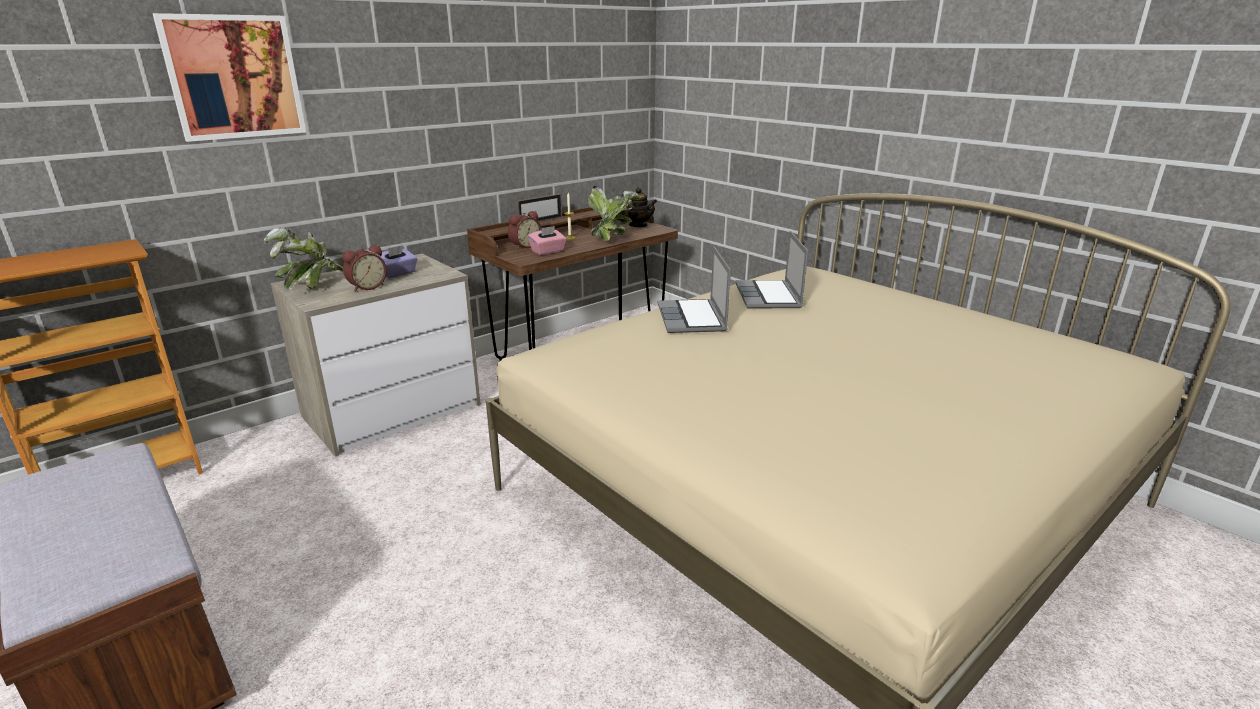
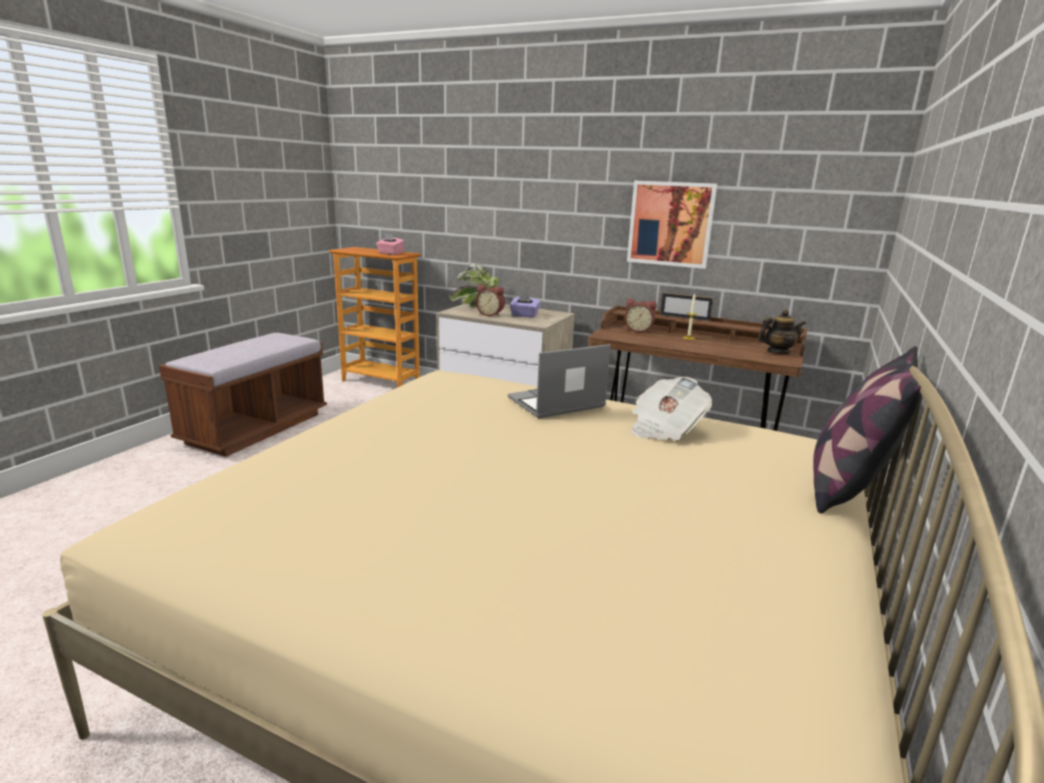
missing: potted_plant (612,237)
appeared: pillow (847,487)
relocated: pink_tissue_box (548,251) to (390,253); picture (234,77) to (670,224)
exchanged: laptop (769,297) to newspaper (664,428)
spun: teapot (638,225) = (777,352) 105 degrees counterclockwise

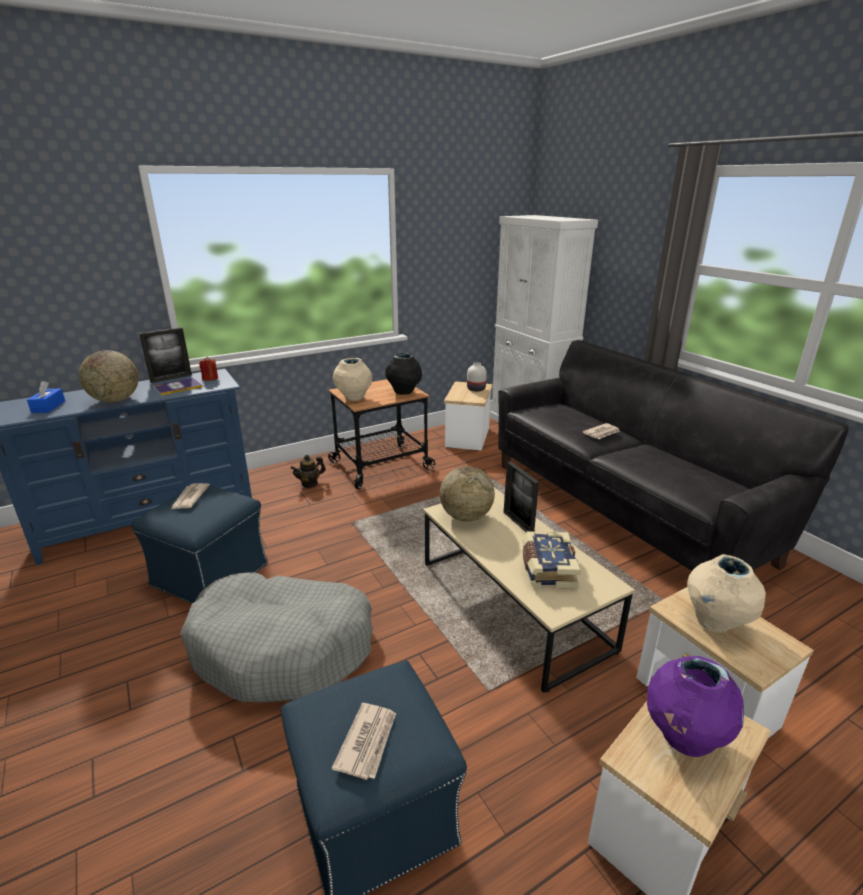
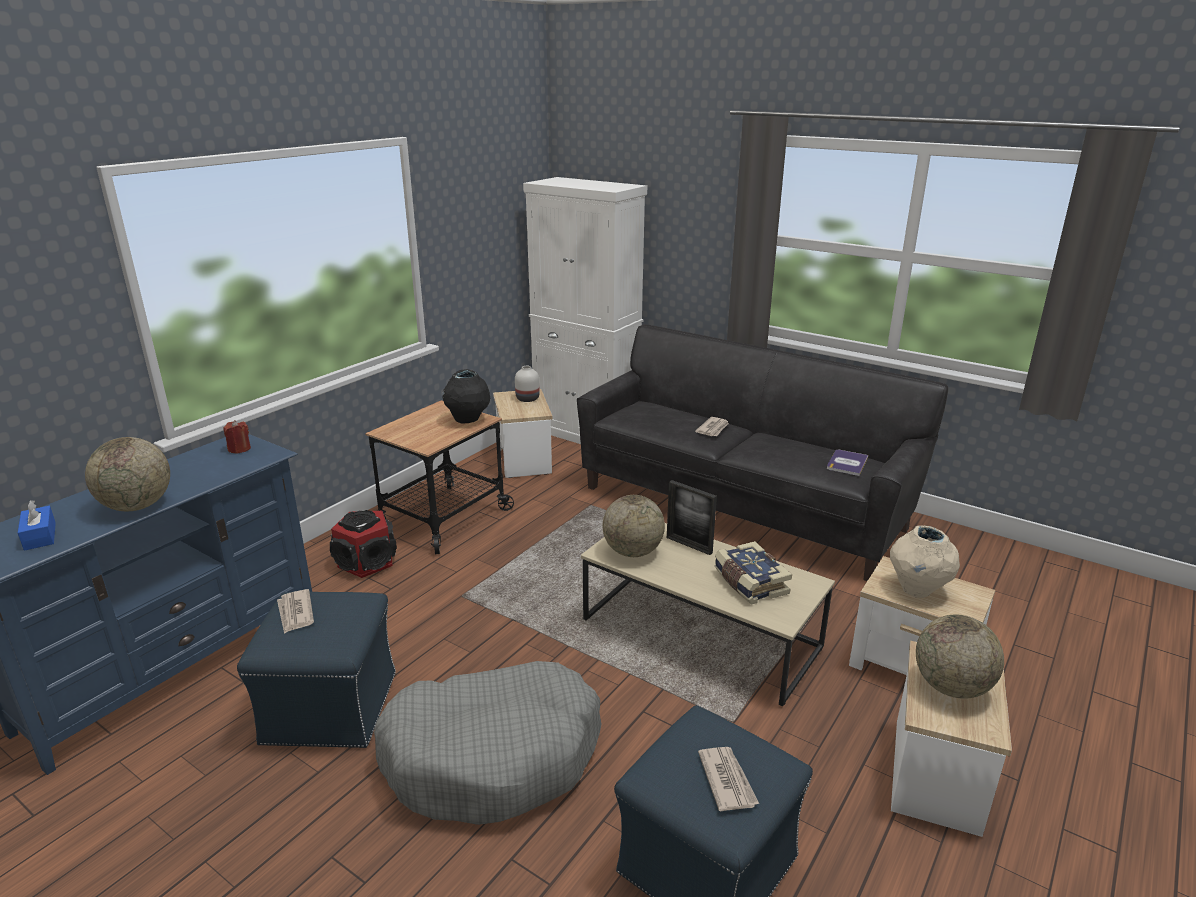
missing: picture_frame (171,378); beige_vase (354,398)
relocated: book (178,387) to (847,463)
exchanged: teapot (309,483) to speaker (367,562); purple_vase (683,738) to globe (951,687)

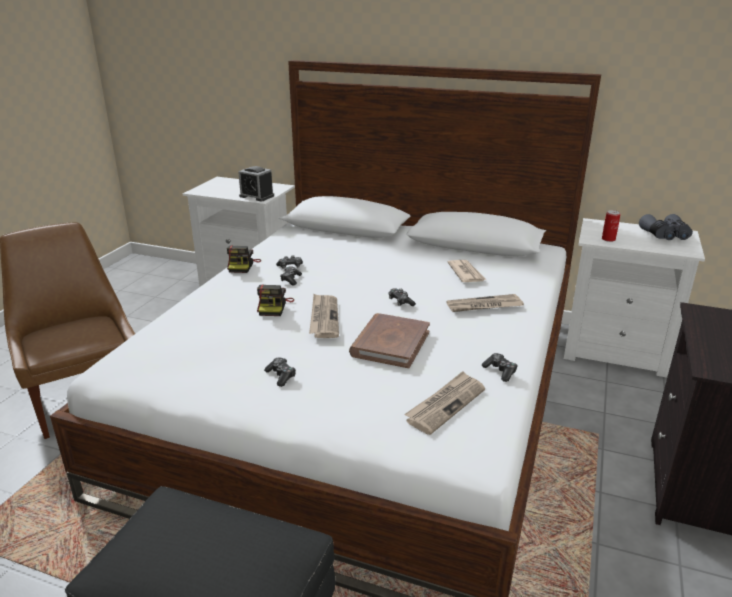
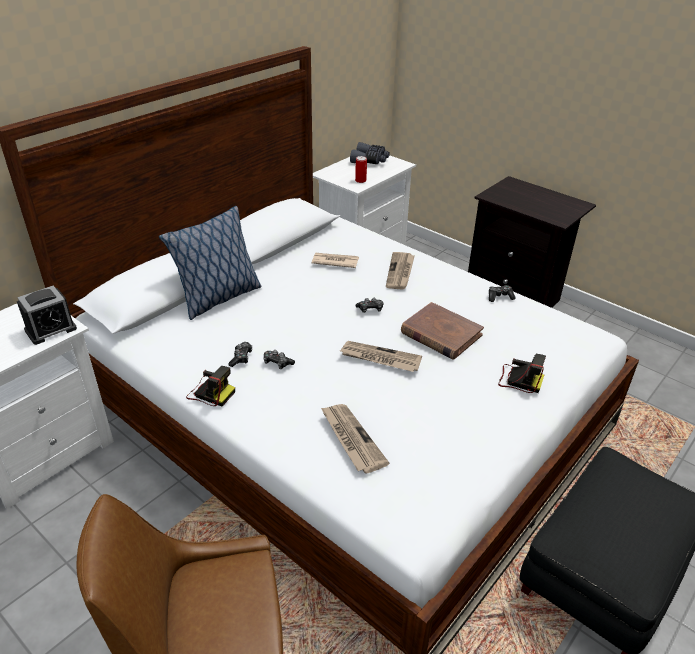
missing: game_controller (281,376)
appeared: pillow (218,298)
relocated: newspaper (445,404) to (351,439); photo_camera (274,307) to (519,380)

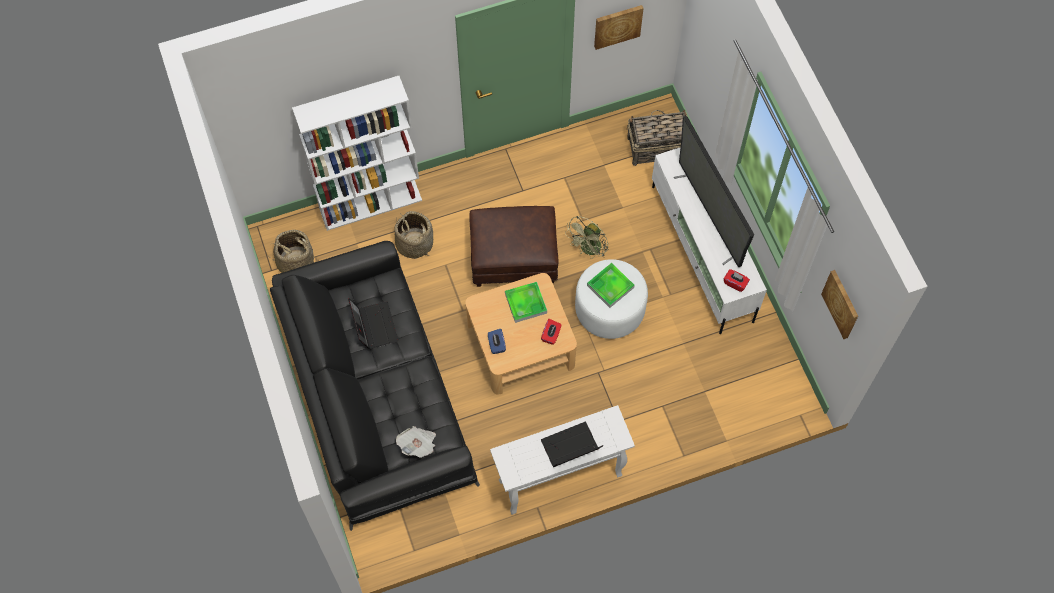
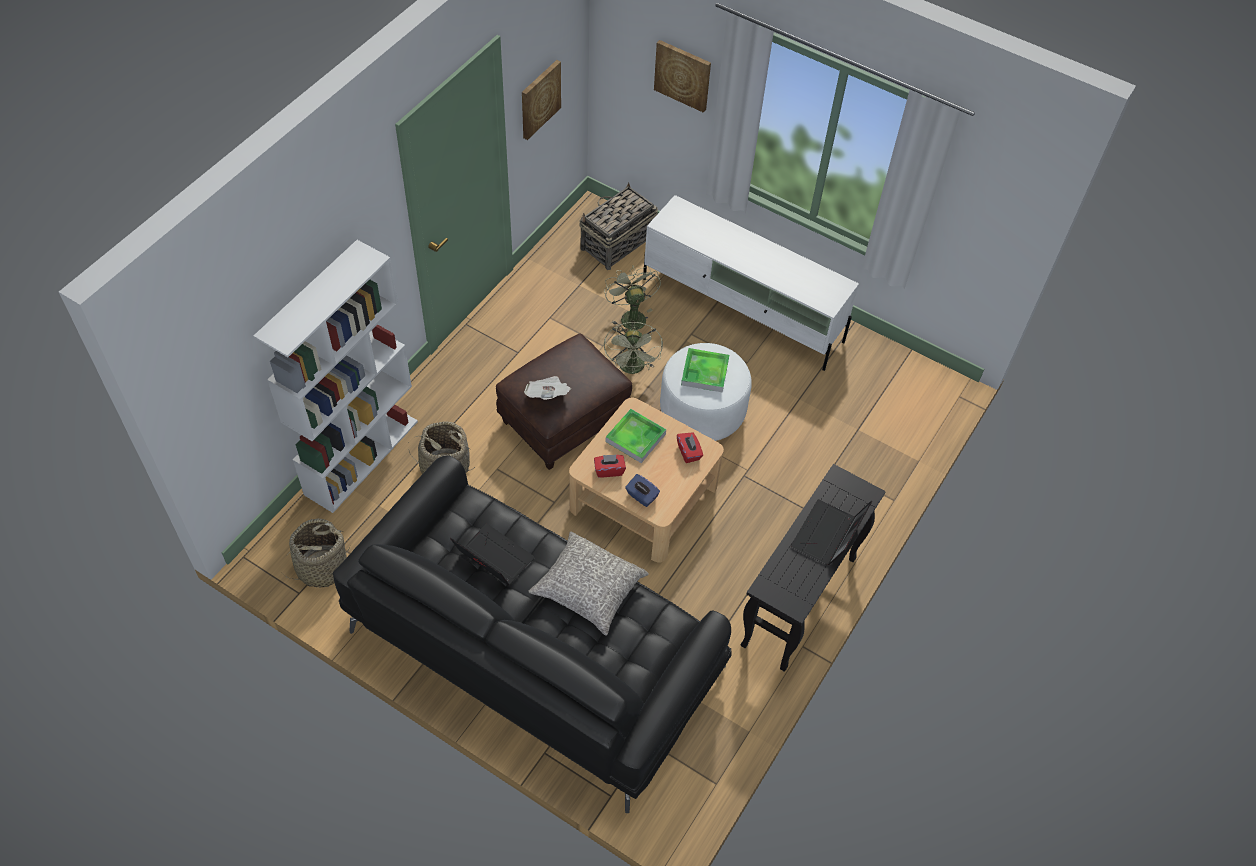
missing: television (709,215)
appeared: grey_pillow (588,589); green_fan (630,316)
relocated: newspaper (418,445) to (547,395); red_tissue_box (735,283) to (609,470); picture (841,304) to (683,75)
colour: white_console_table (559,479) to black_console_table (799,602)

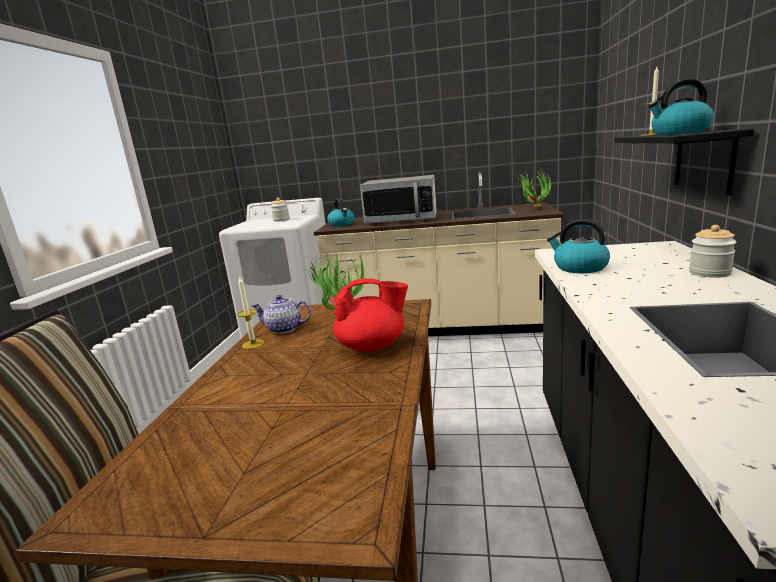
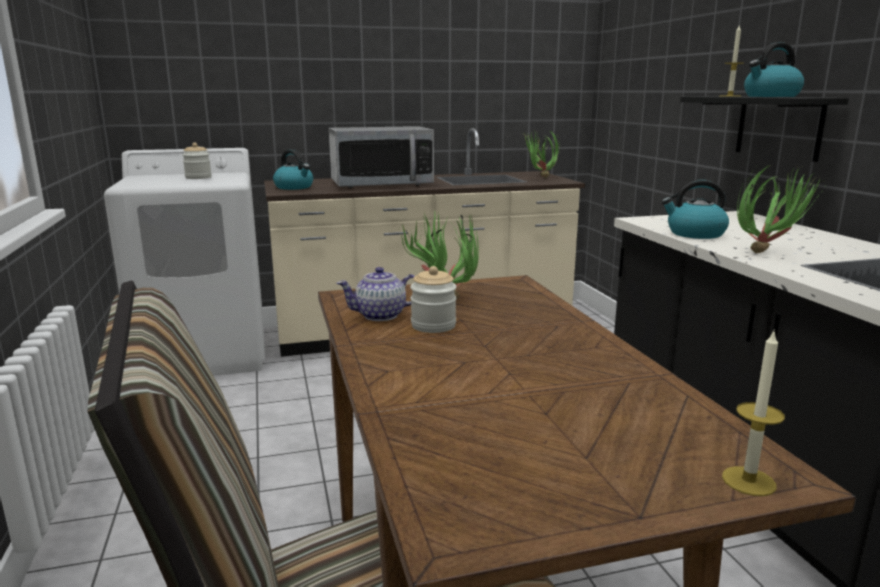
missing: red_teapot (373,346)
appeared: potted_plant (768,253)
relocated: jar (709,273) to (433,325); candle (253,344) to (748,481)

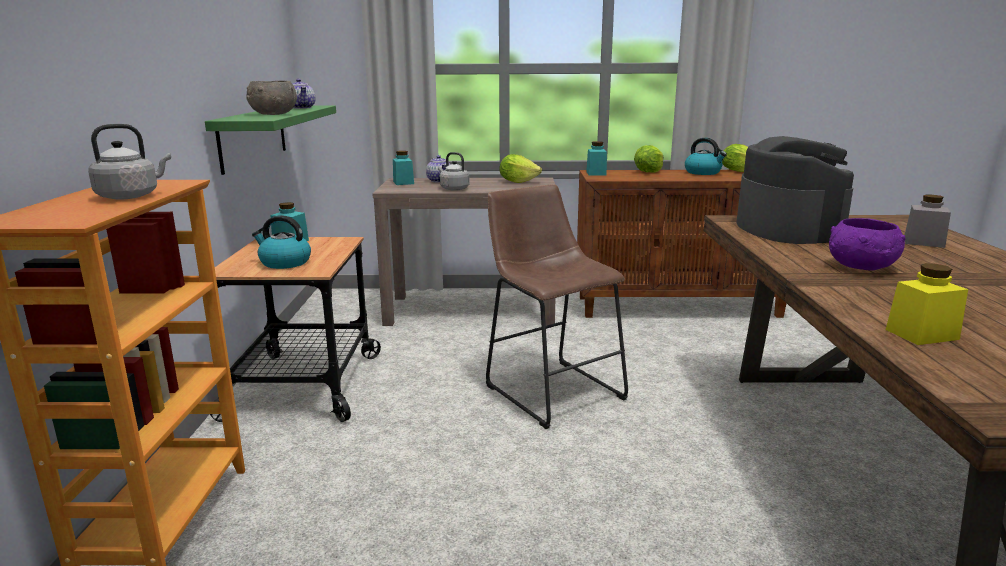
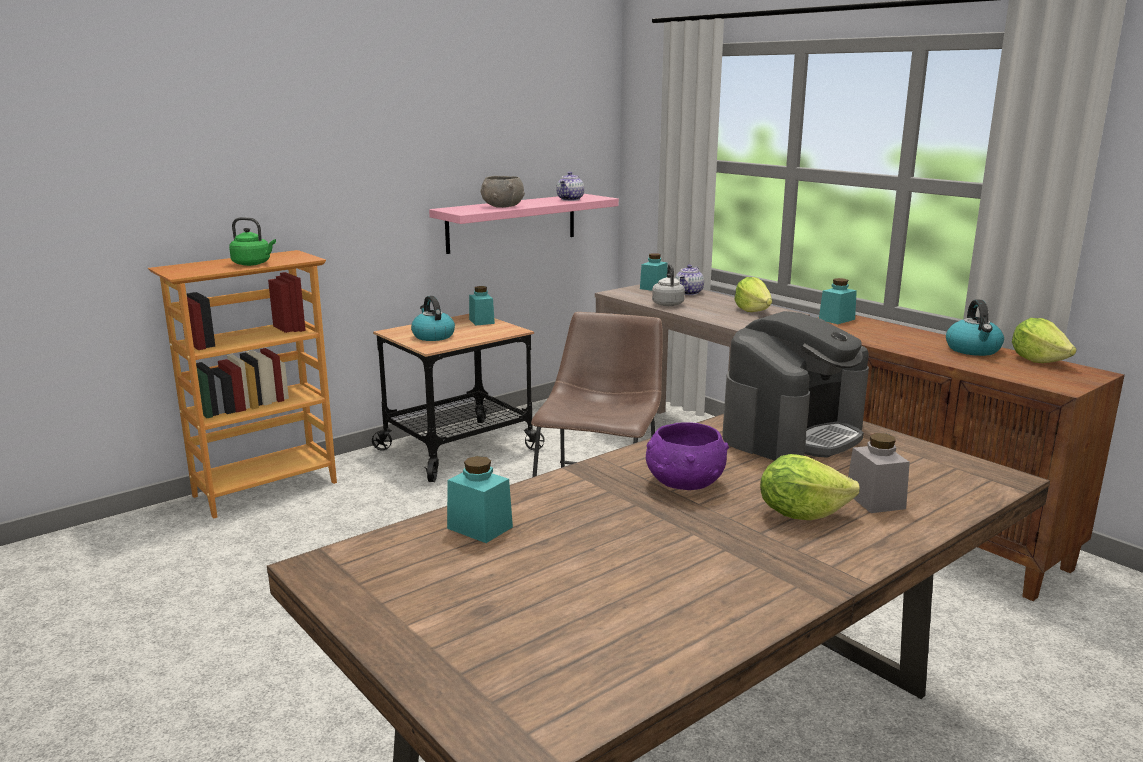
relocated: lettuce (648,172) to (801,514)
colour: grey_kettle (131,196) to green_kettle (253,264); green_shelf (253,136) to pink_shelf (512,223); yellow_jar (921,334) to turquoise_jar (480,527)

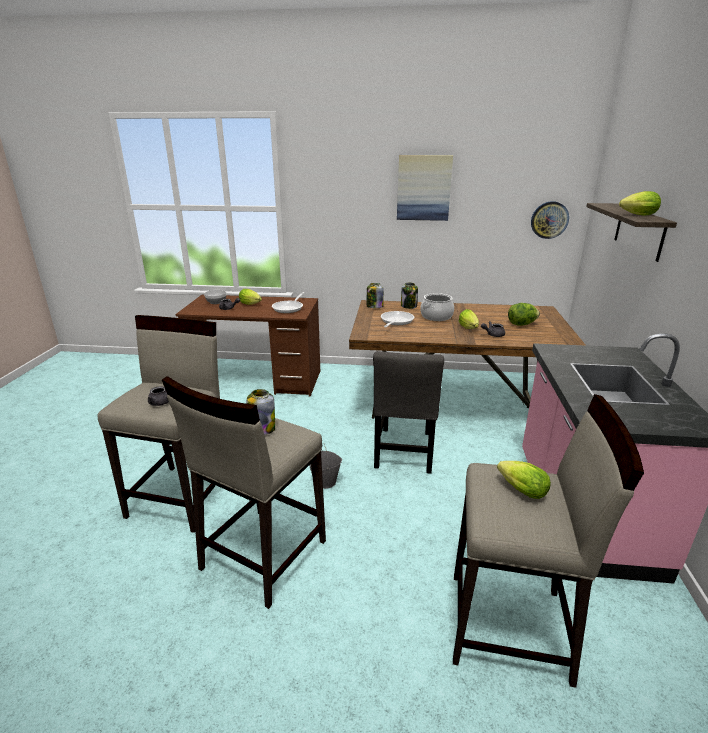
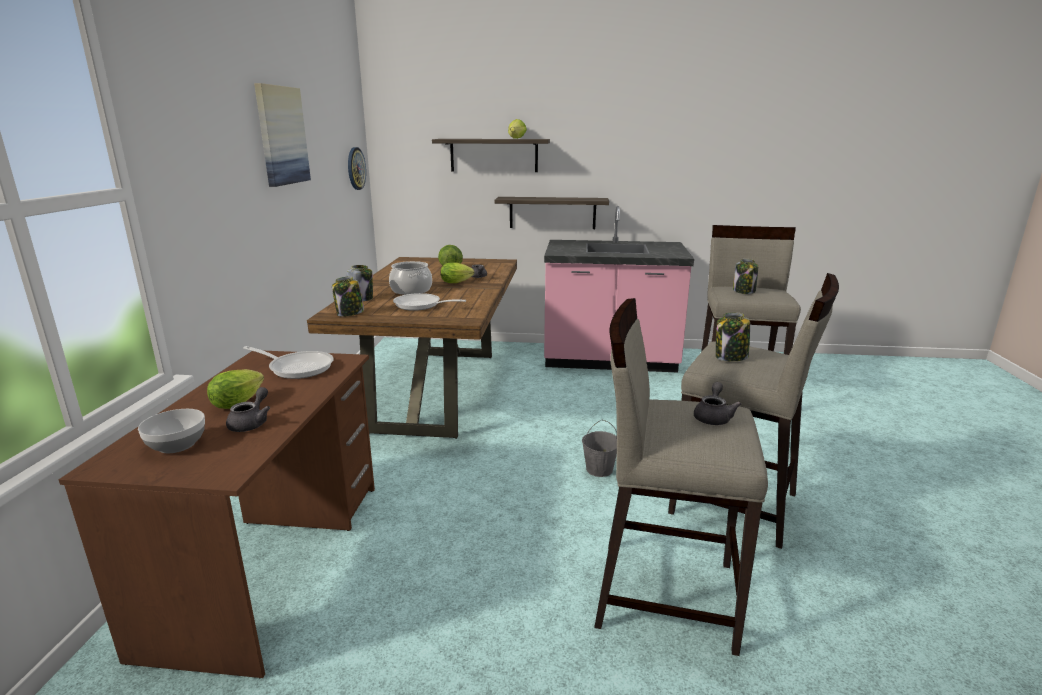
missing: grey_chair (404,452)
appeared: shelf (552,213)
exchanged: lettuce (519,489) to jar (744,291)

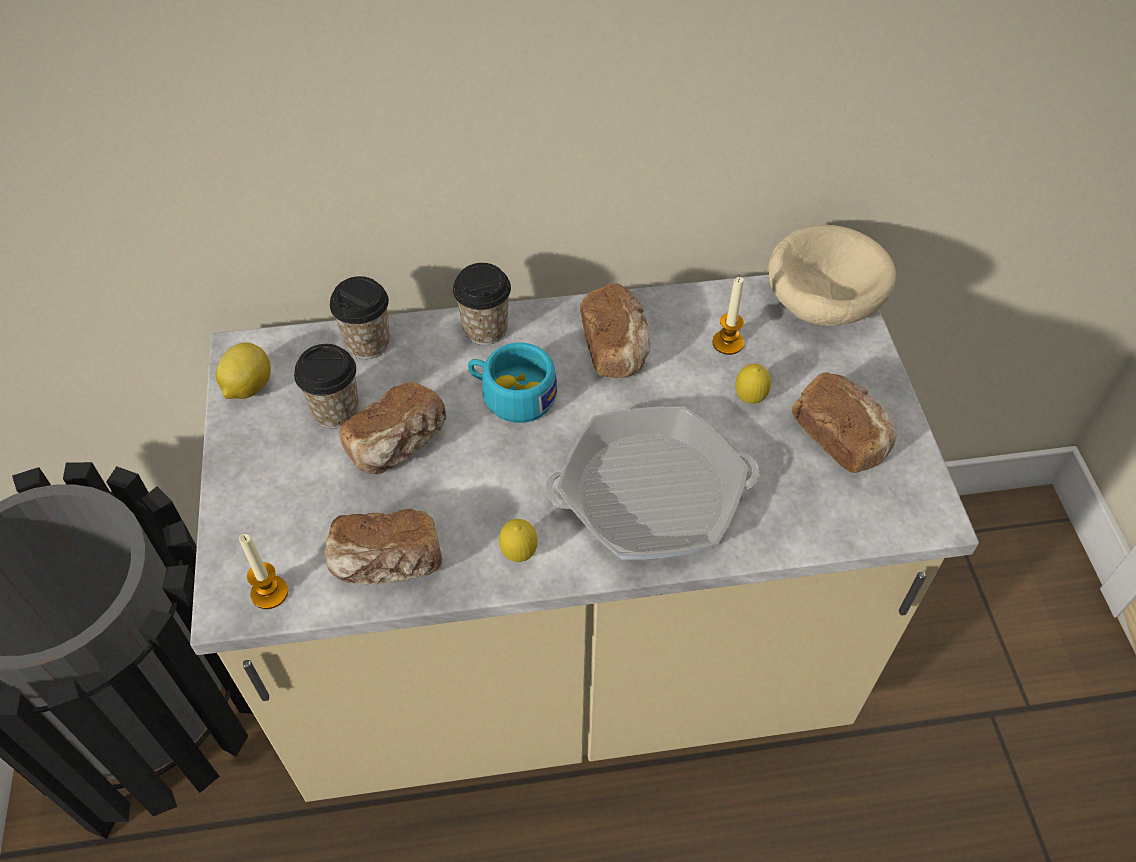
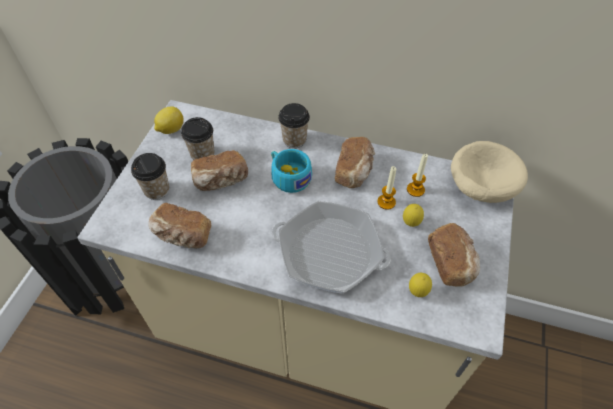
relocated: cup (368,343) to (157,190); candle (269,593) to (386,202); lemon (519,554) to (417,292)

